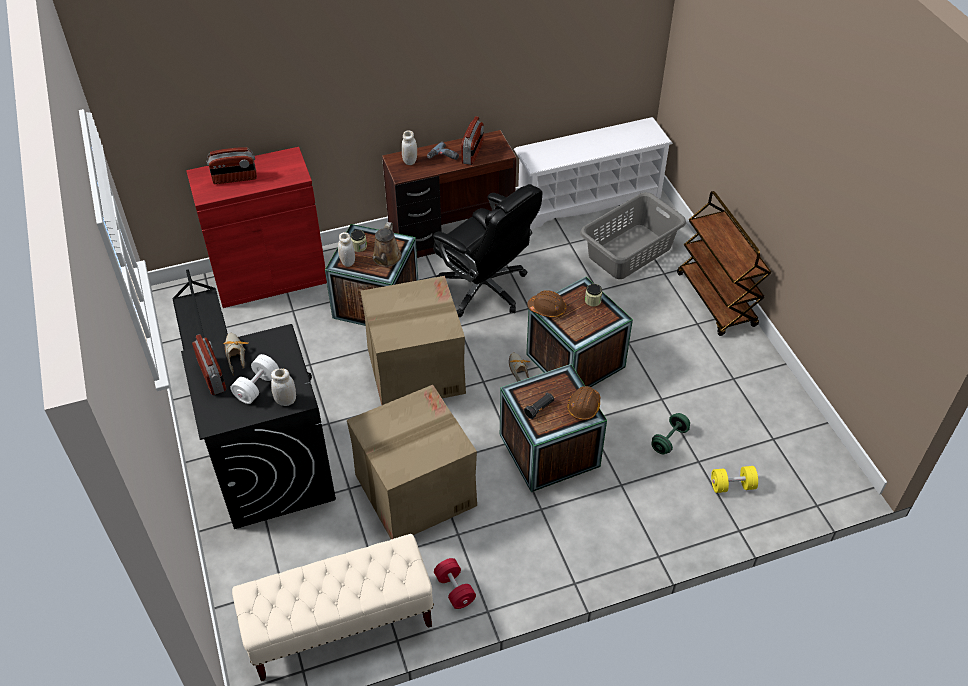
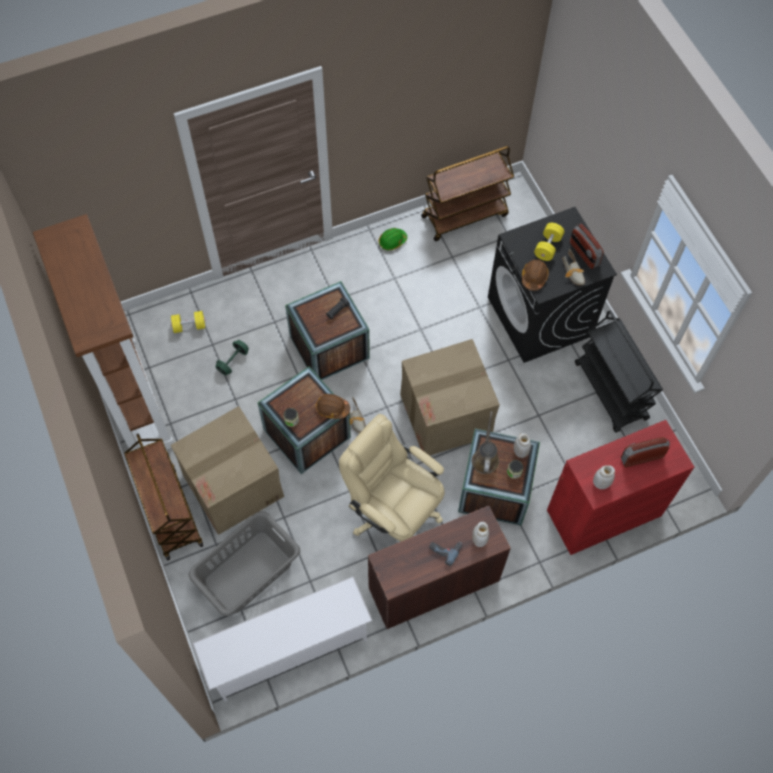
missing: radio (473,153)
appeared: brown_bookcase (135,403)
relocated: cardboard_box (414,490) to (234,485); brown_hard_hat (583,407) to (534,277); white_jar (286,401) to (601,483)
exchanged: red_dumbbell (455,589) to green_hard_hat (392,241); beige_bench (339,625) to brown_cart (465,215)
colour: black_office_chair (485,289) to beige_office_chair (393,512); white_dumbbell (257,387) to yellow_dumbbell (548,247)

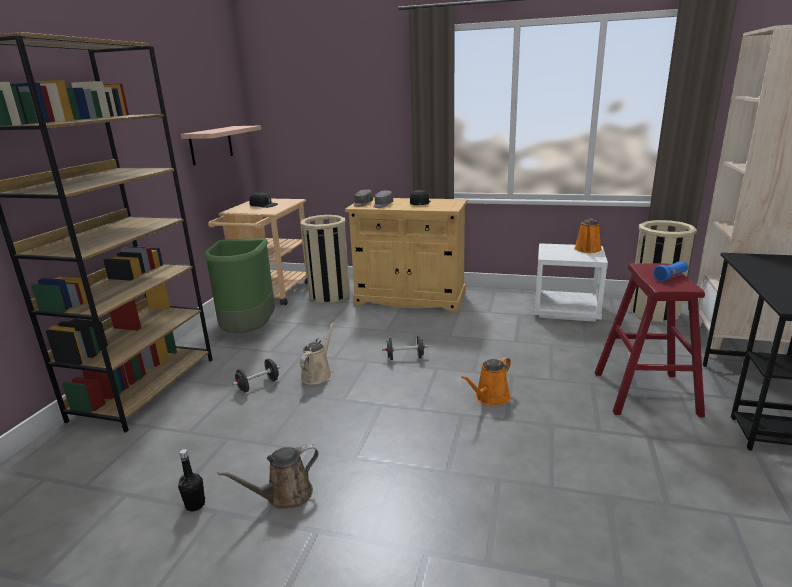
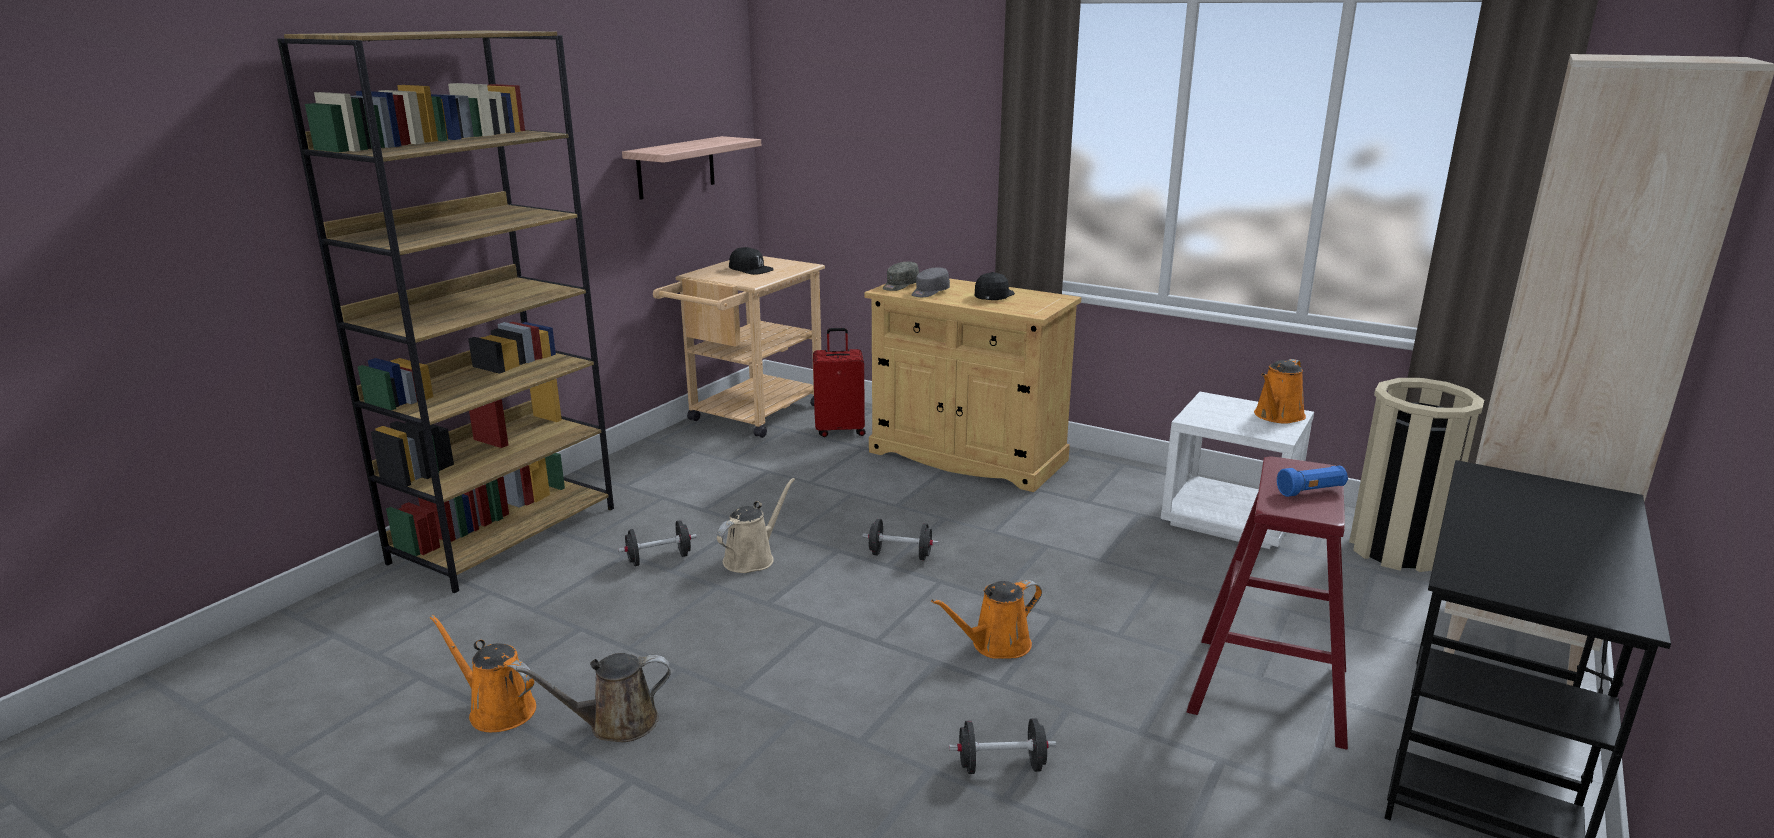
missing: green_trash_can (249,332)
appeared: black_dumbbell (1001,766)
exchanged: black_bottle (195,505) to orange_watering_can (497,709); beige_trash_can (329,295) to red_suitcase (840,430)

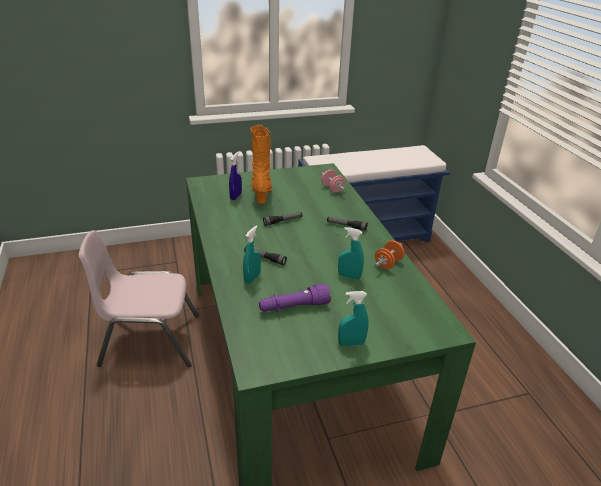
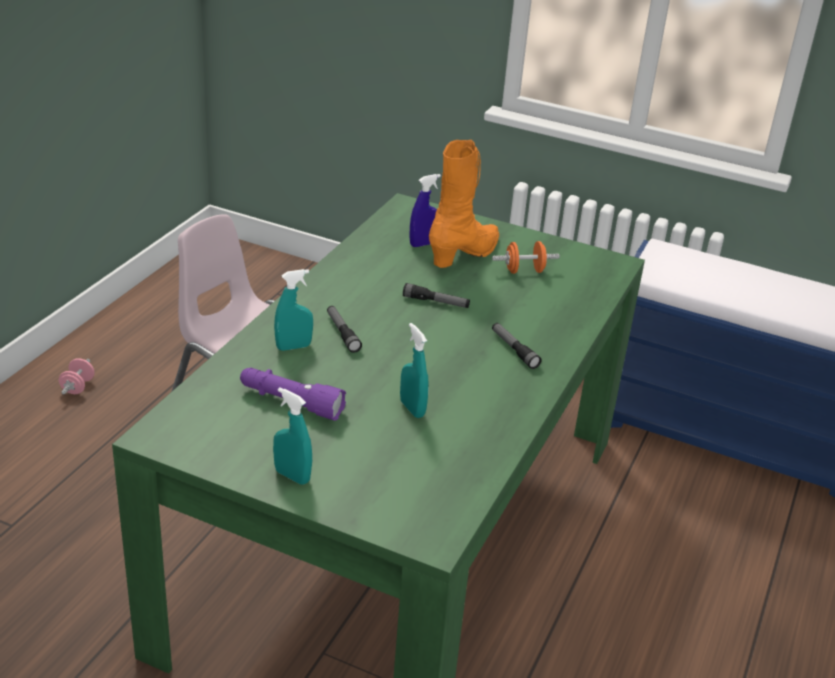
relocated: pink_dumbbell (332,189) to (78,387); orange_dumbbell (388,263) to (524,271)

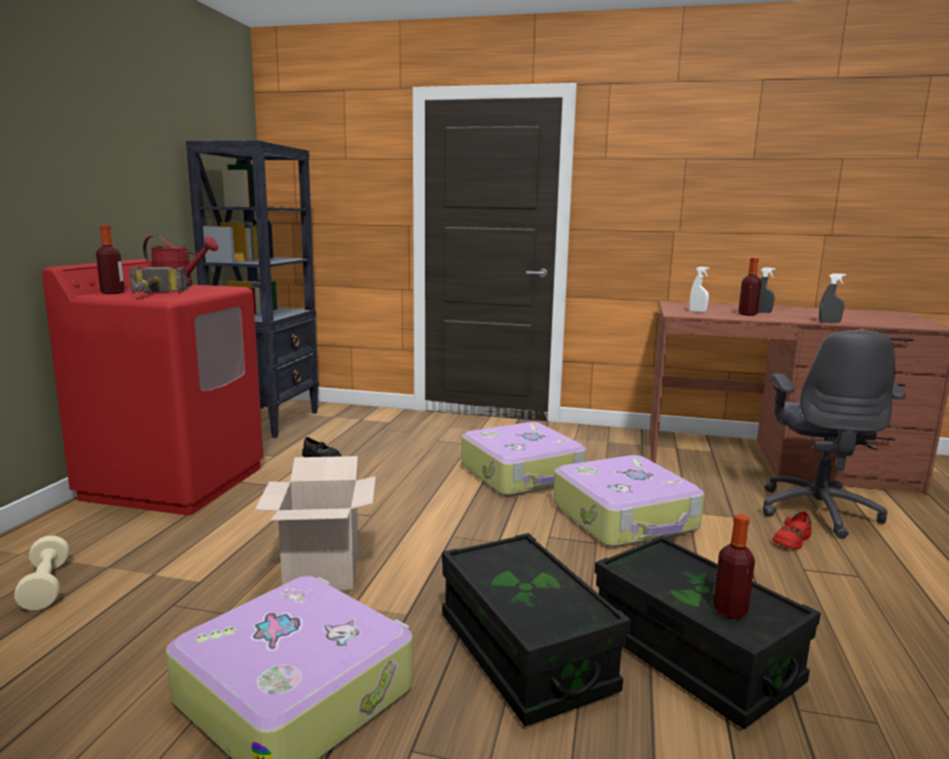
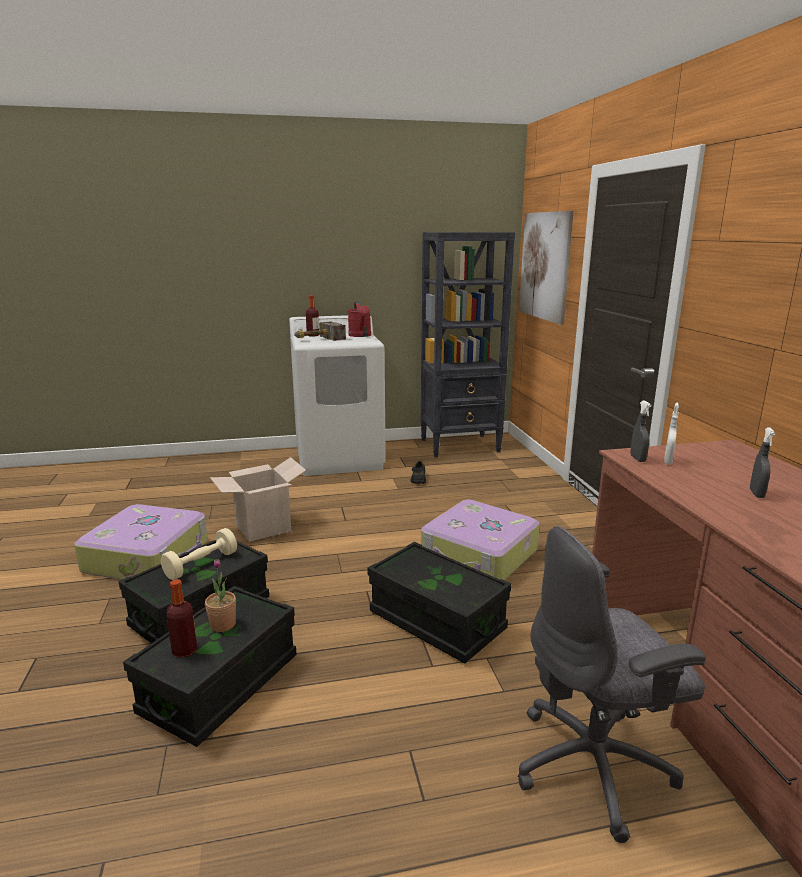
missing: bottle (747,314); red_shoe (791,540)
appeared: potted_plant (223,624); picture (545,266)
relocated: beige_dumbbell (46,586) to (201,565); grey_spray_bottle (829,322) to (637,459)
exchanged: suitcase (625,517) to black_storage_box (436,621)
colour: red_washing_machine (175,482) to white_washing_machine (340,458)

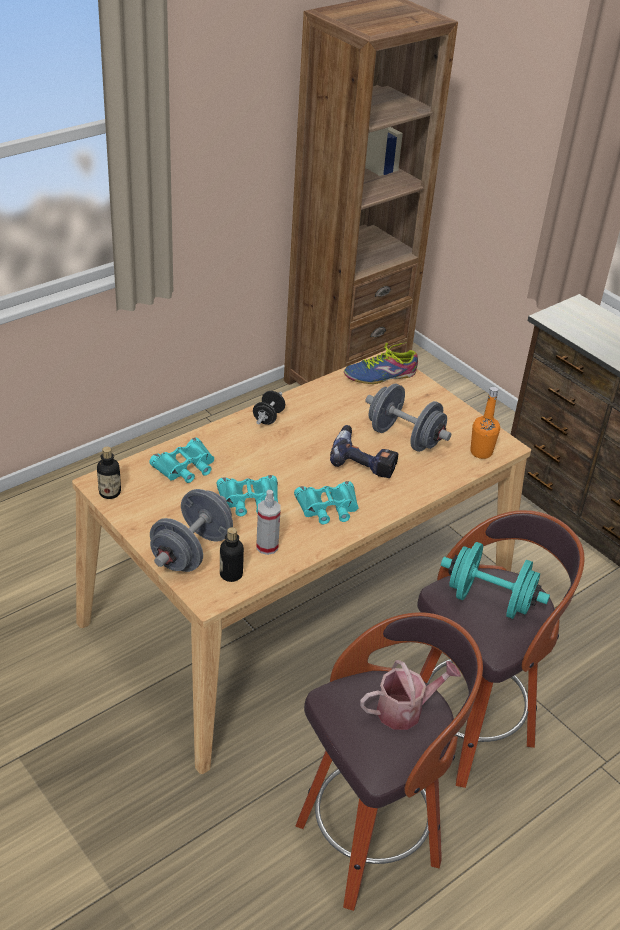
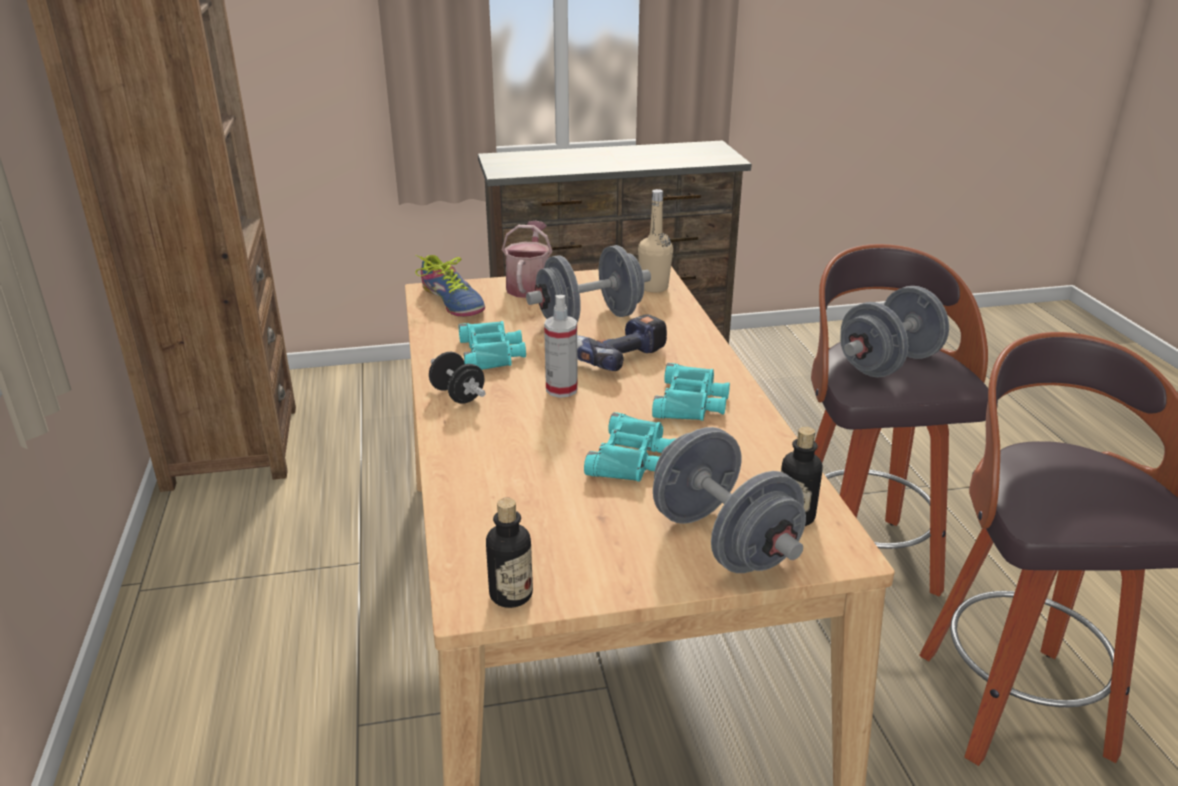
relocated: turquoise_binoculars (185,467) to (491,353); watering_can (405,710) to (529,285); spray_bottle (267,546) to (561,389)
colour: orange_bottle (481,452) to beige_bottle (654,287); turquoise_dumbbell (489,600) to grey_dumbbell (888,364)
spun: shoe (380,375) = (453,301) 45 degrees counterclockwise

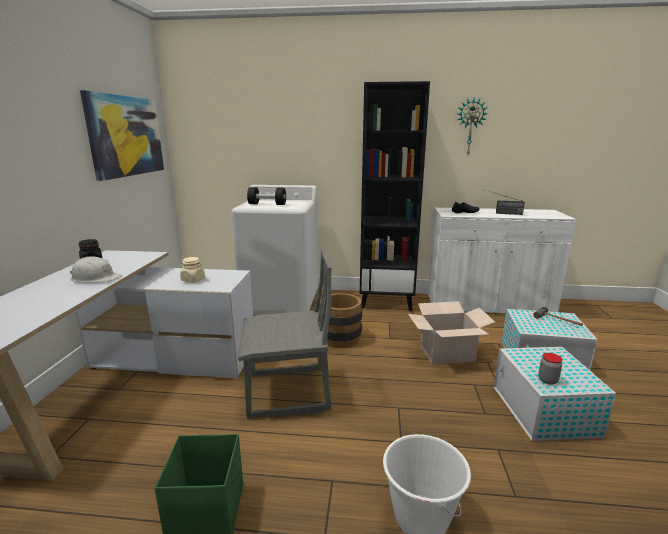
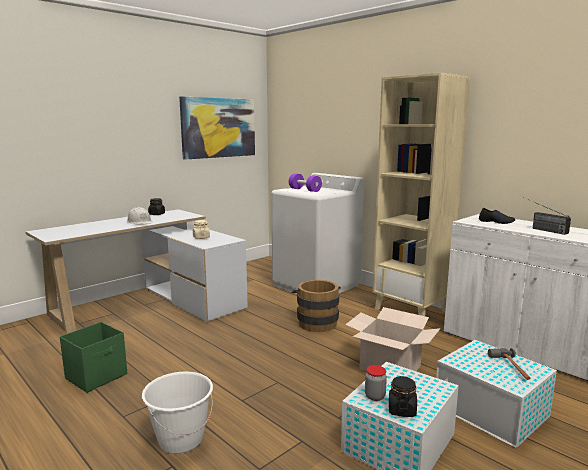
missing: grey_chair (288,392); wall_clock (470,127)
appeared: black_jar (402,410)
colour: black_dumbbell (267,204) to purple_dumbbell (305,190); black_bookcase (386,301) to beige_bookcase (411,310)

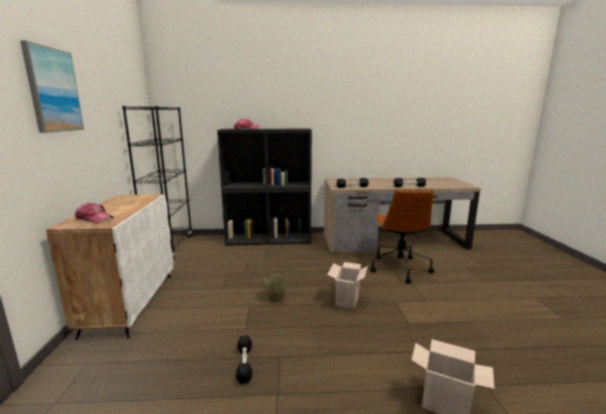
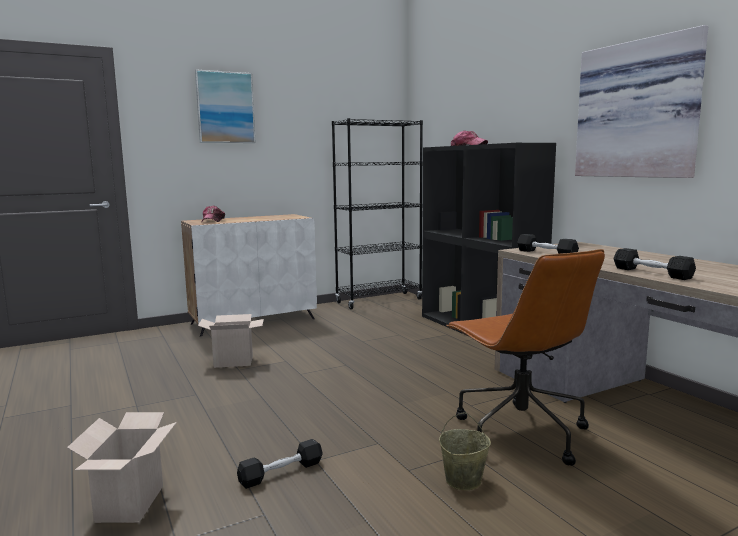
appeared: picture (638,110)
relocated: cardboard_box (346,299) to (235,361); black_dumbbell (244,363) to (281,472); beige_bucket (275,298) to (463,481)
spun: brown_office_chair (399,268) = (519,432) 90 degrees counterclockwise

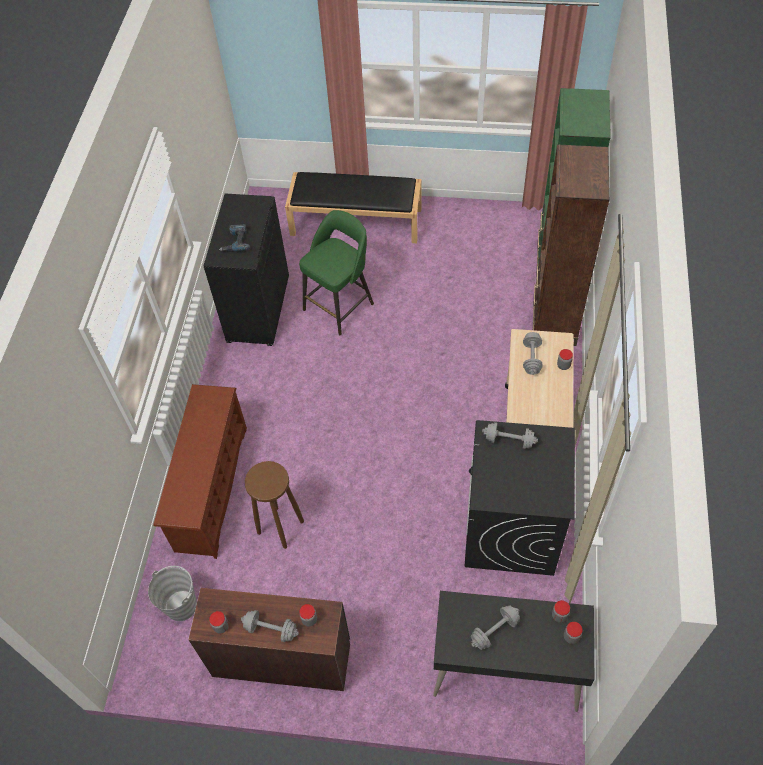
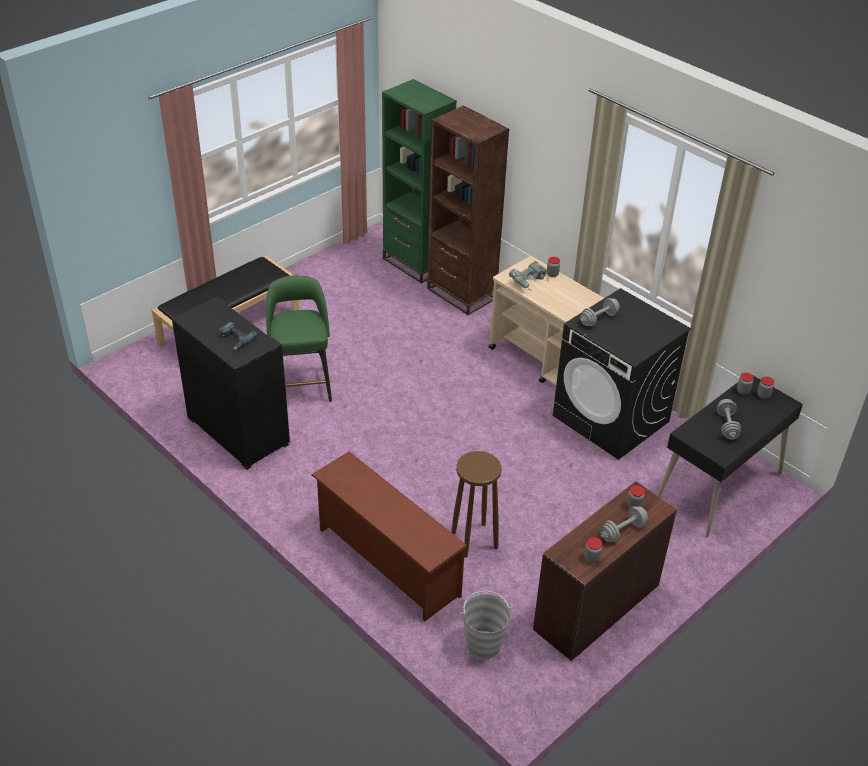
exchanged: grey_dumbbell (531,358) to power_drill (529,283)

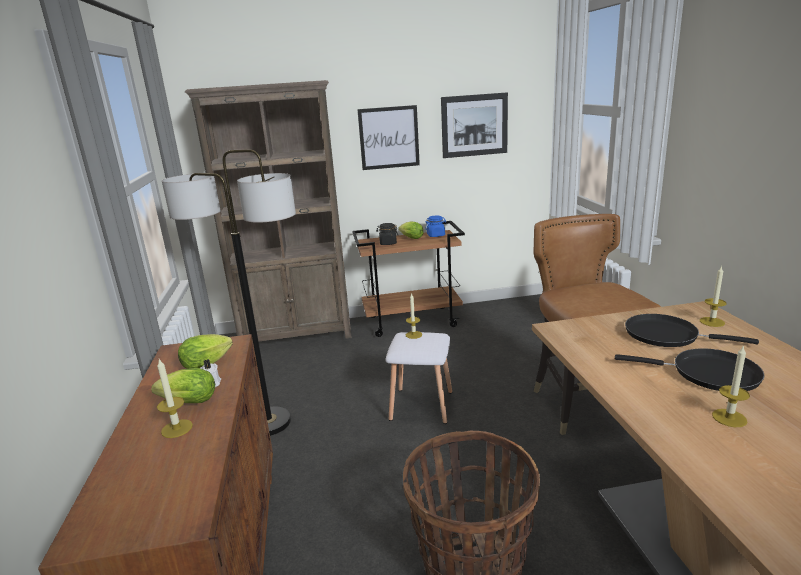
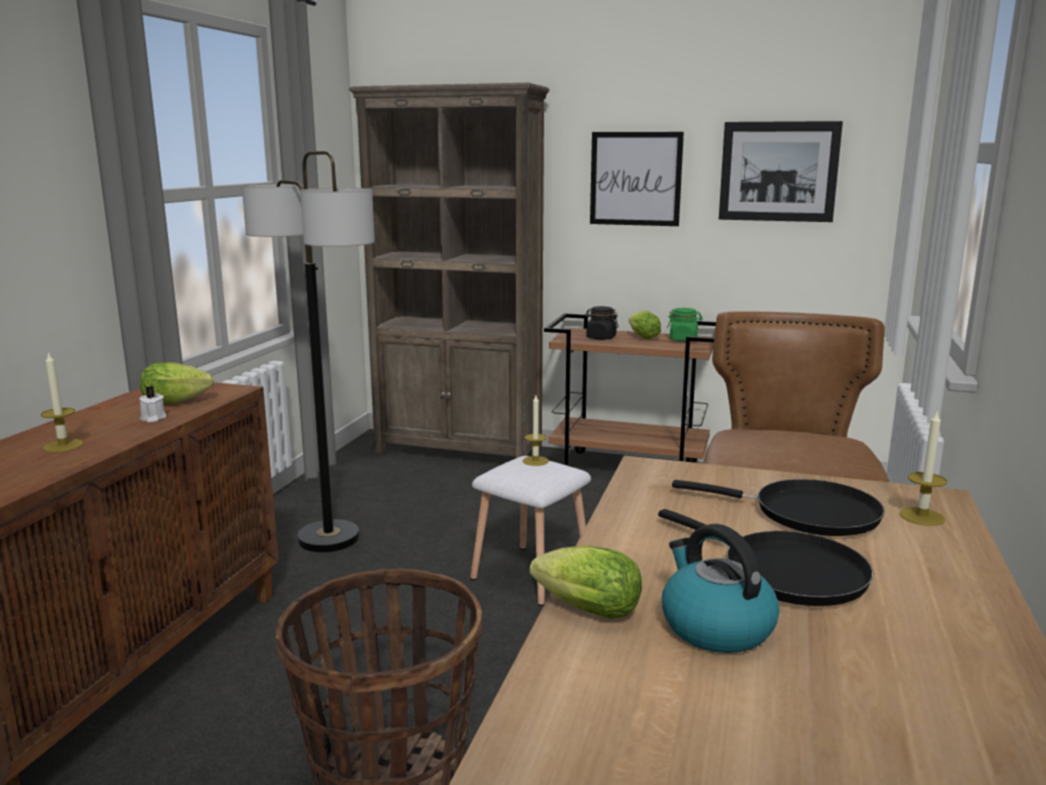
relocated: lettuce (186,402) to (582,609)
exchanged: candle (729,418) to kettle (715,627)
colour: blue_jar (436,235) to green_jar (683,339)
spun: black_frying_pan (666,335) = (807,513) 150 degrees clockwise

